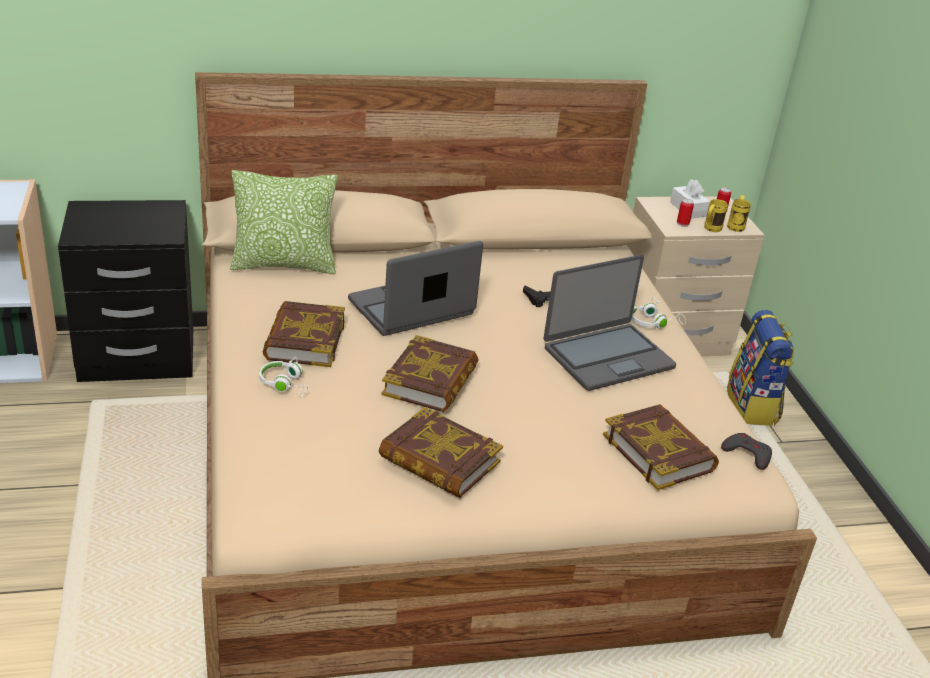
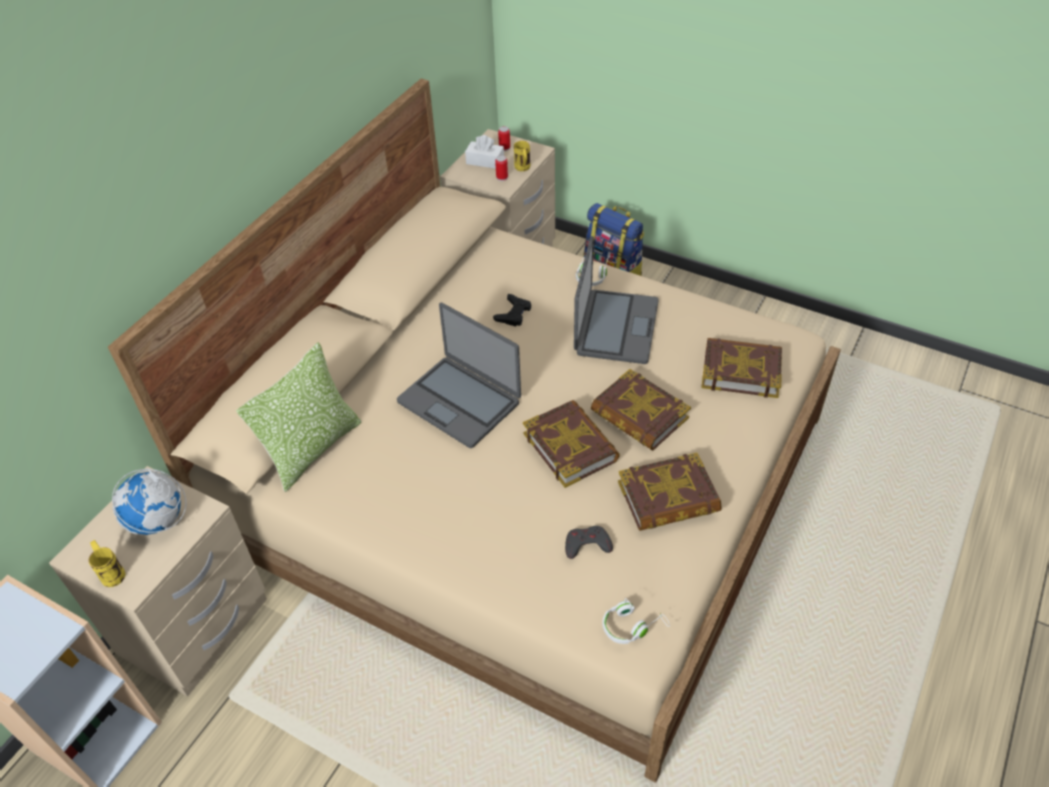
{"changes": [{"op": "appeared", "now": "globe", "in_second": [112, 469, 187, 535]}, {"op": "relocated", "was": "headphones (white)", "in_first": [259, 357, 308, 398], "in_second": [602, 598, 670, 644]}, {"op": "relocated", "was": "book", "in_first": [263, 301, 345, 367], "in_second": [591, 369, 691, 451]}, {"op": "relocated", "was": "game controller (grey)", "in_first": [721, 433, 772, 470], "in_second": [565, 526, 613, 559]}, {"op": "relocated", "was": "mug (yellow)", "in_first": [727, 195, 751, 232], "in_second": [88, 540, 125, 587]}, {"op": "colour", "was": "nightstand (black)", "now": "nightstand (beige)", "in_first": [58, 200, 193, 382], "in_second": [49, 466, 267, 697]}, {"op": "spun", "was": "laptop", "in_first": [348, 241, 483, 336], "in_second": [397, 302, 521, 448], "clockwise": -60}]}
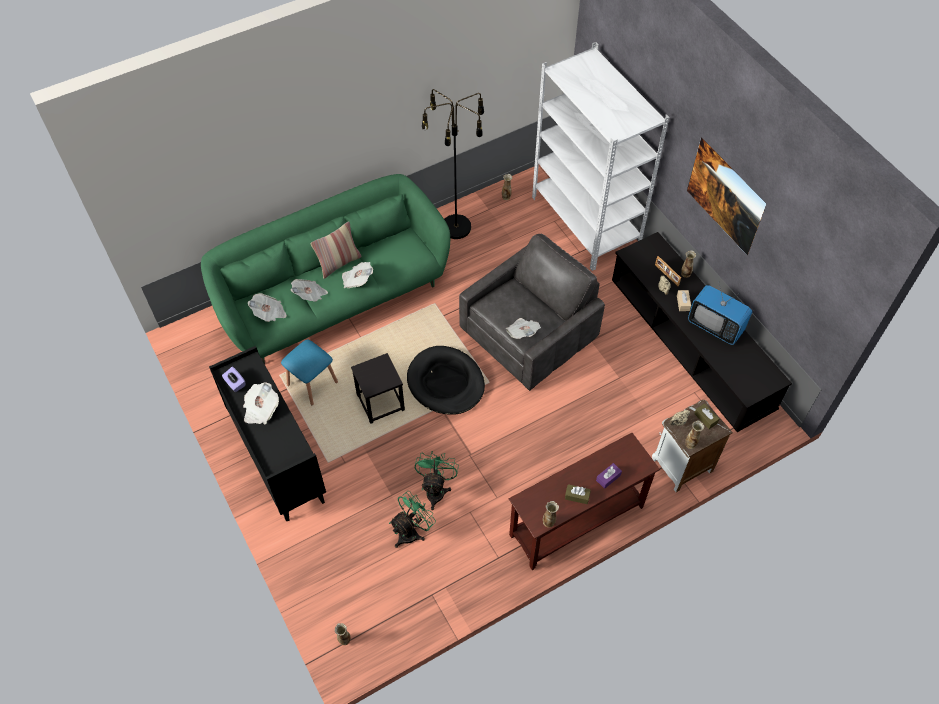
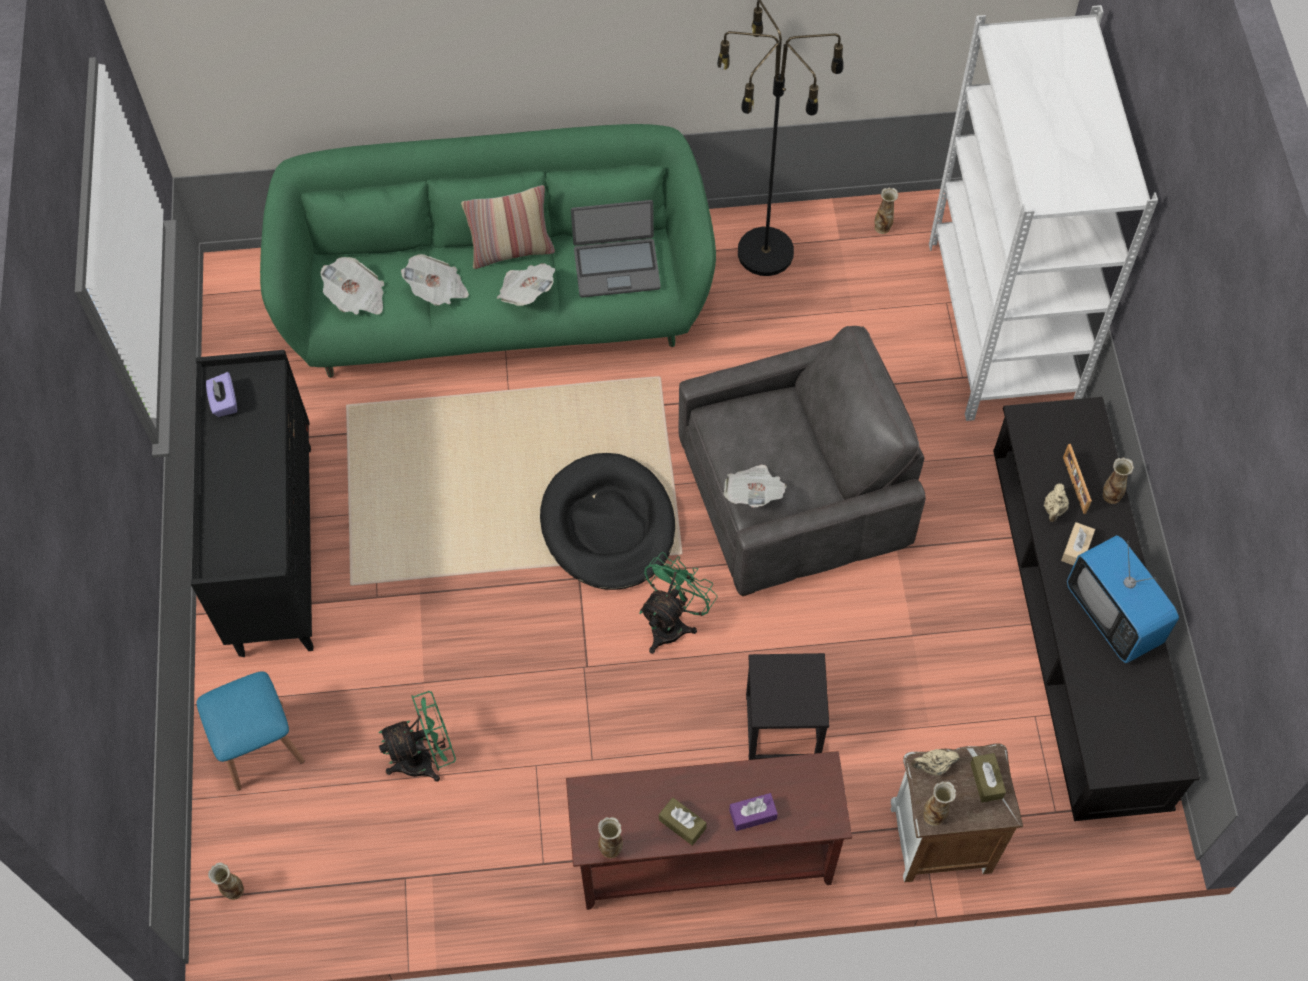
{"changes": [{"op": "missing", "was": "newspaper", "in_first": [243, 382, 279, 425]}, {"op": "missing", "was": "picture", "in_first": [687, 137, 767, 256]}, {"op": "appeared", "now": "laptop", "in_second": [571, 200, 661, 298]}, {"op": "relocated", "was": "stool (blue)", "in_first": [281, 340, 338, 405], "in_second": [197, 671, 305, 790]}, {"op": "relocated", "was": "stool (black)", "in_first": [351, 353, 405, 424], "in_second": [746, 653, 829, 760]}, {"op": "relocated", "was": "fan (green)", "in_first": [415, 451, 459, 510], "in_second": [640, 552, 717, 654]}]}
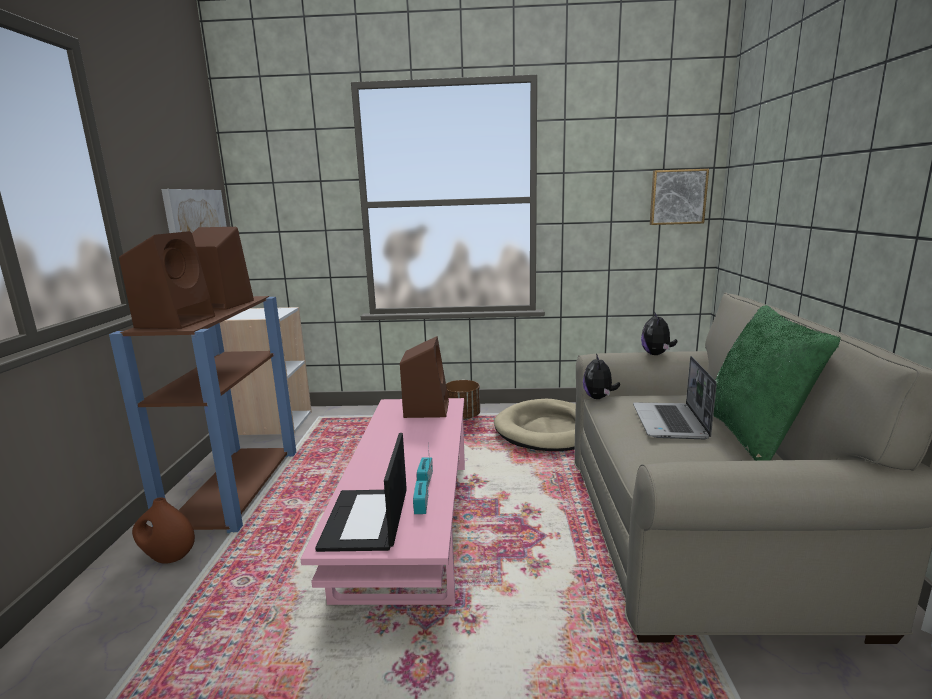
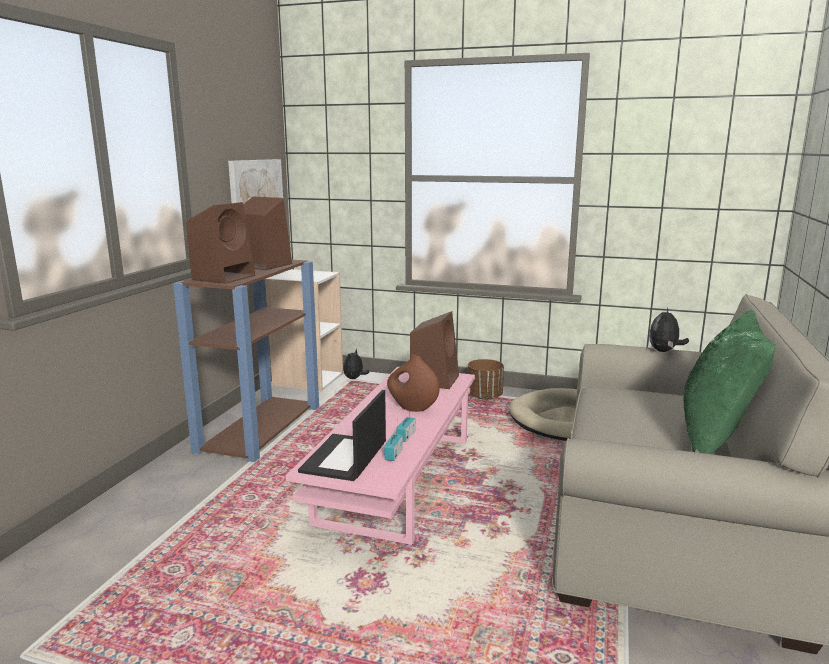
{"changes": [{"op": "missing", "was": "laptop", "in_first": [633, 356, 717, 439]}, {"op": "missing", "was": "picture", "in_first": [650, 169, 709, 225]}, {"op": "relocated", "was": "vase (brown)", "in_first": [132, 497, 195, 564], "in_second": [387, 354, 440, 412]}, {"op": "relocated", "was": "plush toy", "in_first": [583, 353, 620, 399], "in_second": [343, 349, 369, 379]}]}
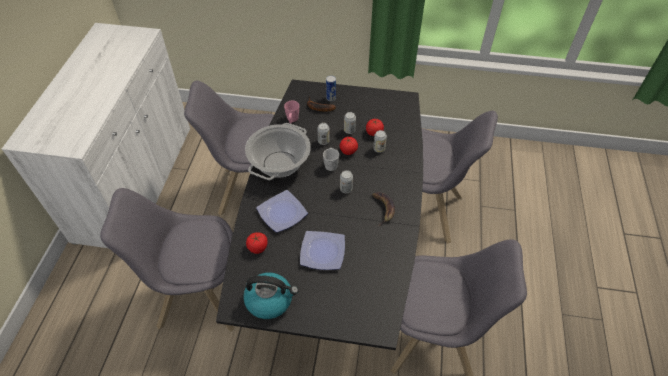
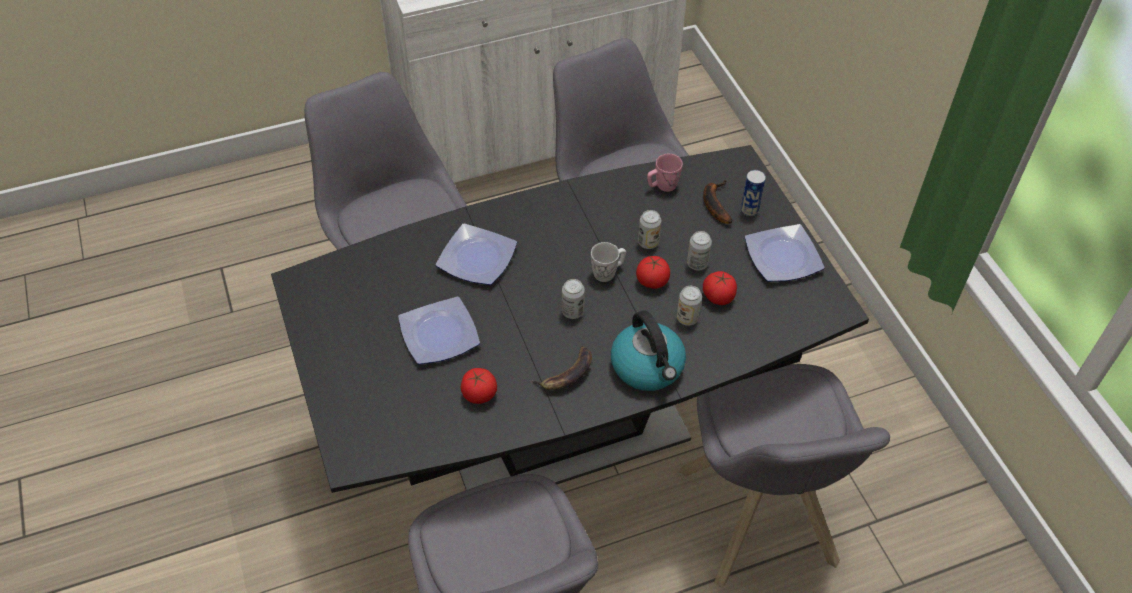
{"changes": [{"op": "missing", "was": "cooking pot", "in_first": [245, 123, 311, 180]}, {"op": "appeared", "now": "plate", "in_second": [745, 224, 825, 282]}, {"op": "relocated", "was": "kettle", "in_first": [243, 272, 298, 319], "in_second": [611, 310, 686, 391]}, {"op": "relocated", "was": "tomato", "in_first": [246, 232, 267, 254], "in_second": [461, 368, 497, 404]}]}
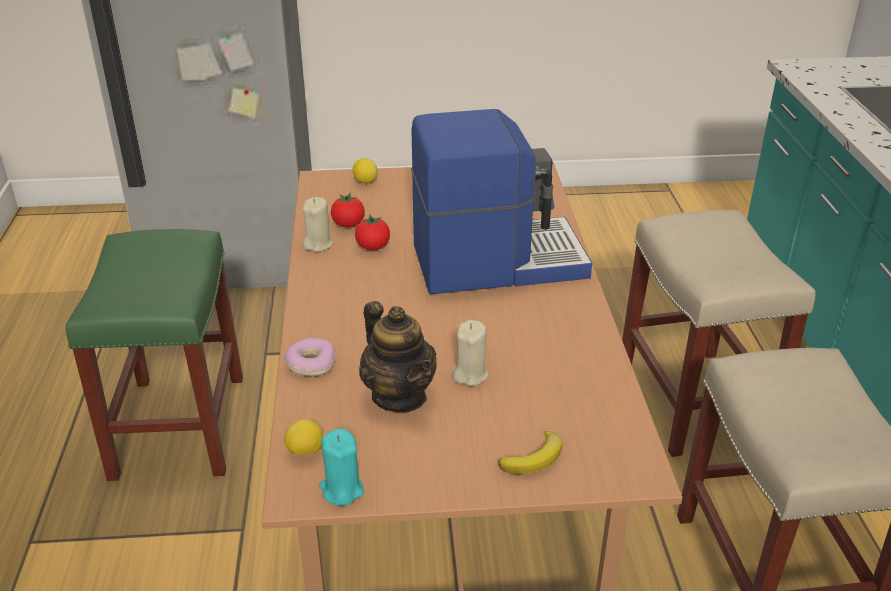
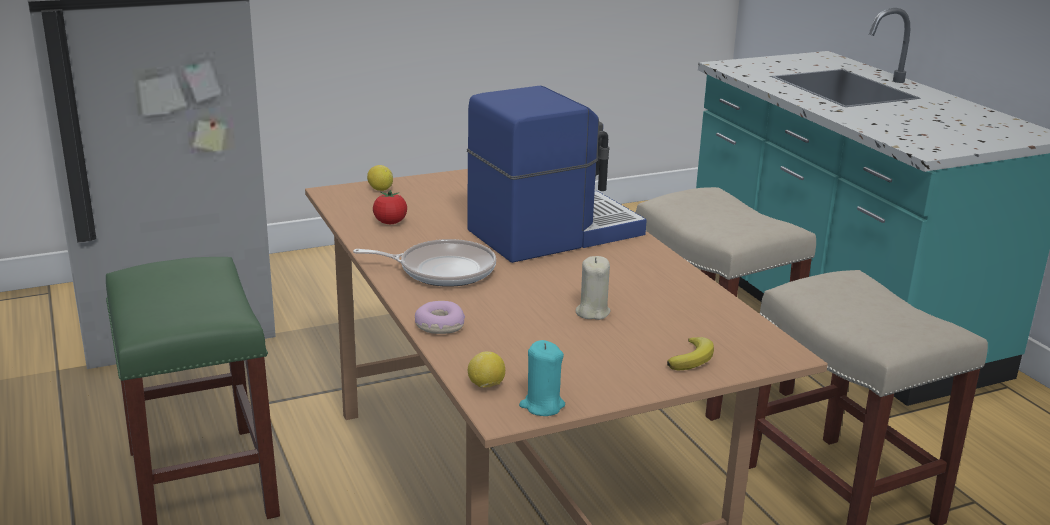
{"changes": [{"op": "missing", "was": "candle (beige)", "in_first": [302, 197, 333, 252]}, {"op": "missing", "was": "tomato", "in_first": [355, 214, 390, 250]}, {"op": "missing", "was": "teapot", "in_first": [359, 301, 437, 412]}, {"op": "appeared", "now": "frying pan", "in_second": [353, 239, 496, 287]}]}
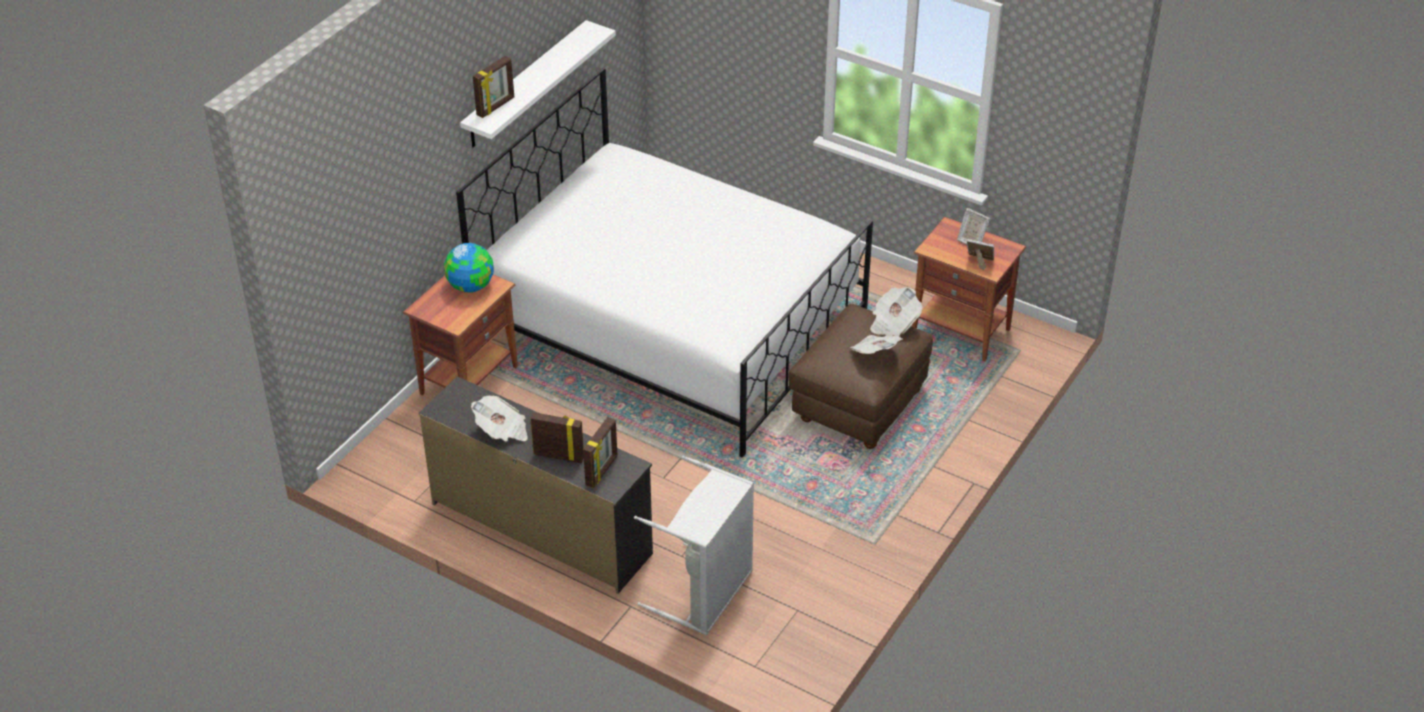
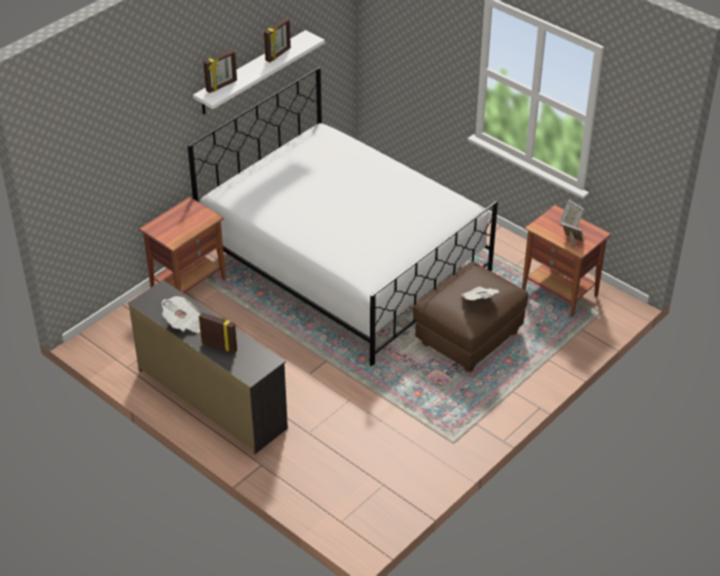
{"changes": [{"op": "missing", "was": "globe", "in_first": [444, 243, 494, 293]}, {"op": "missing", "was": "laundry basket (grey)", "in_first": [634, 456, 754, 635]}, {"op": "missing", "was": "newspaper", "in_first": [870, 287, 922, 337]}, {"op": "relocated", "was": "picture frame", "in_first": [583, 417, 618, 488], "in_second": [264, 18, 291, 62]}]}
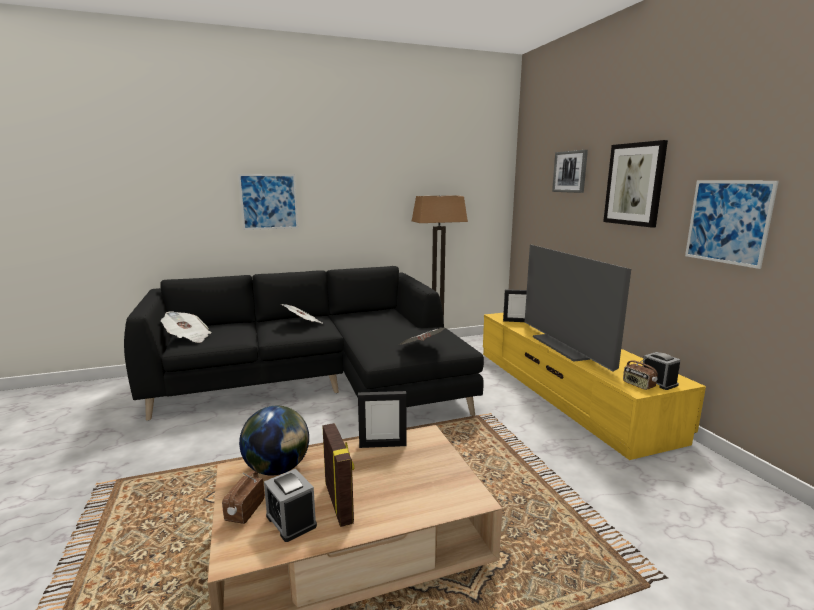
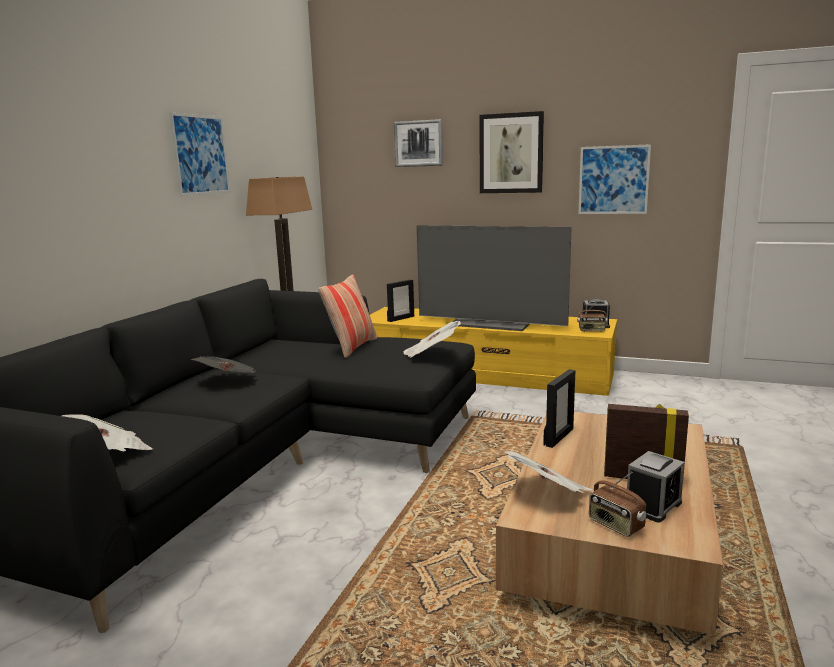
{"changes": [{"op": "appeared", "now": "pillow", "in_second": [318, 274, 378, 358]}, {"op": "relocated", "was": "picture", "in_first": [238, 174, 298, 230], "in_second": [169, 112, 230, 196]}, {"op": "exchanged", "was": "globe", "now": "newspaper", "in_first": [239, 406, 309, 475], "in_second": [505, 451, 592, 493]}, {"op": "spun", "was": "alarm clock", "in_first": [264, 469, 317, 542], "in_second": [627, 451, 685, 522], "clockwise": -45}]}
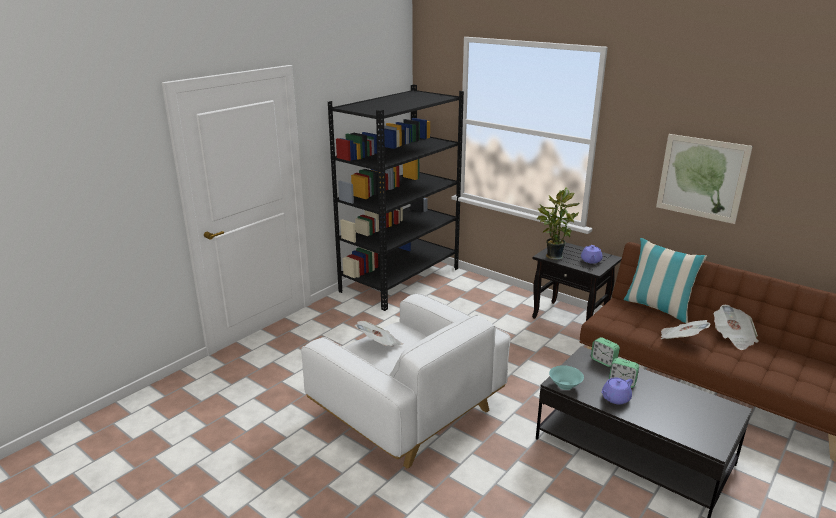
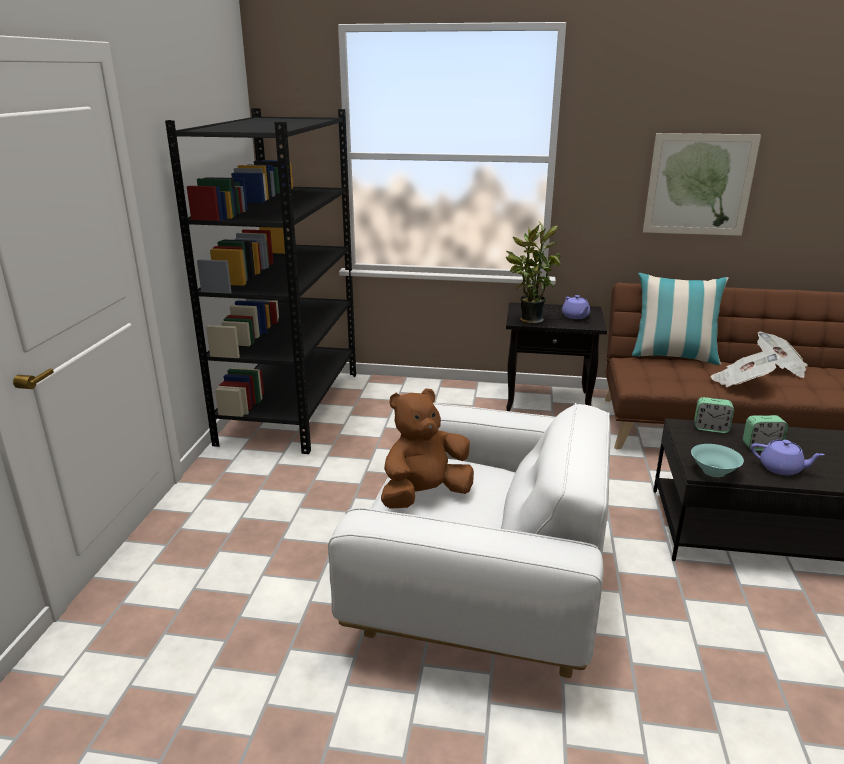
{"changes": [{"op": "exchanged", "was": "newspaper", "now": "plush toy (brown)", "in_first": [354, 321, 403, 346], "in_second": [381, 388, 474, 509]}, {"op": "spun", "was": "teapot (purple)", "in_first": [601, 378, 633, 404], "in_second": [751, 440, 825, 475], "clockwise": -90}]}
